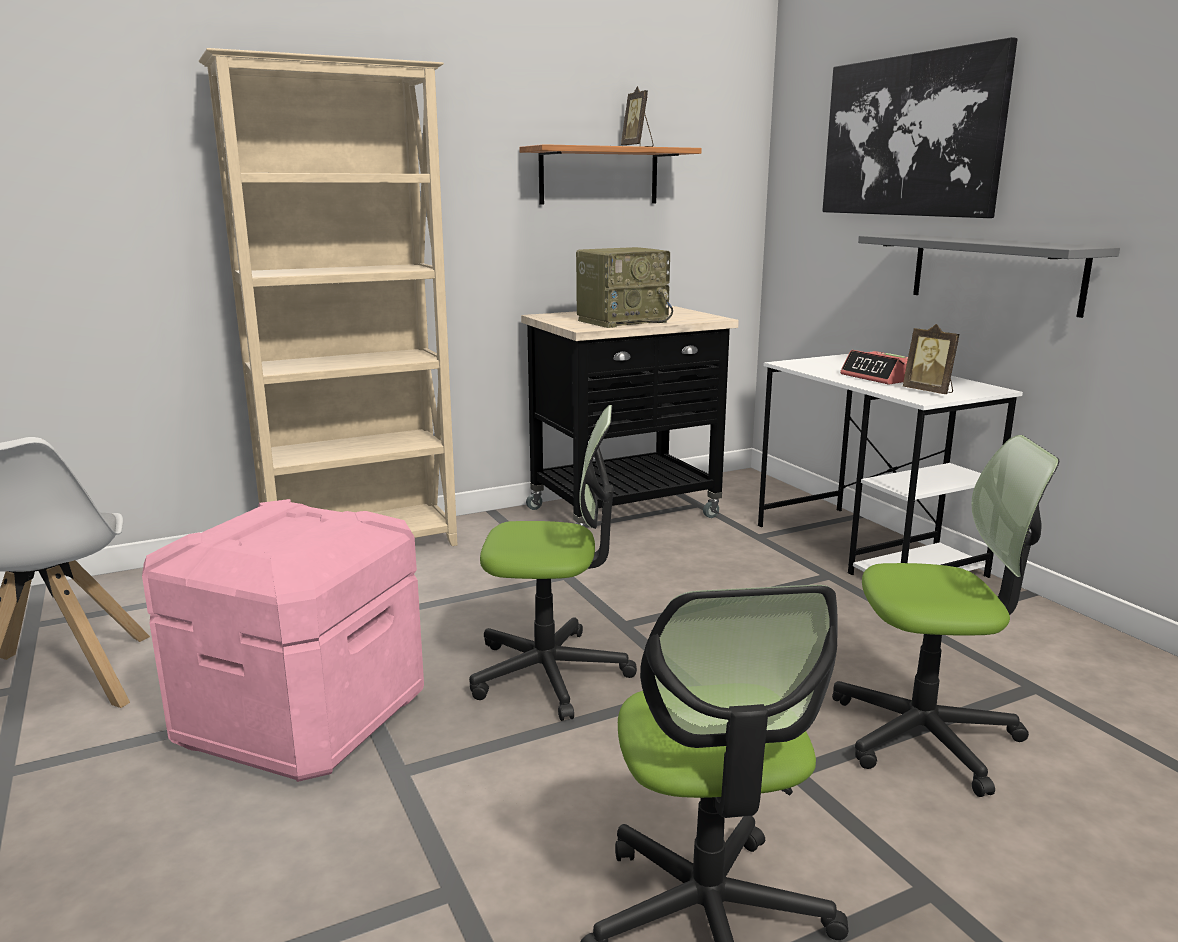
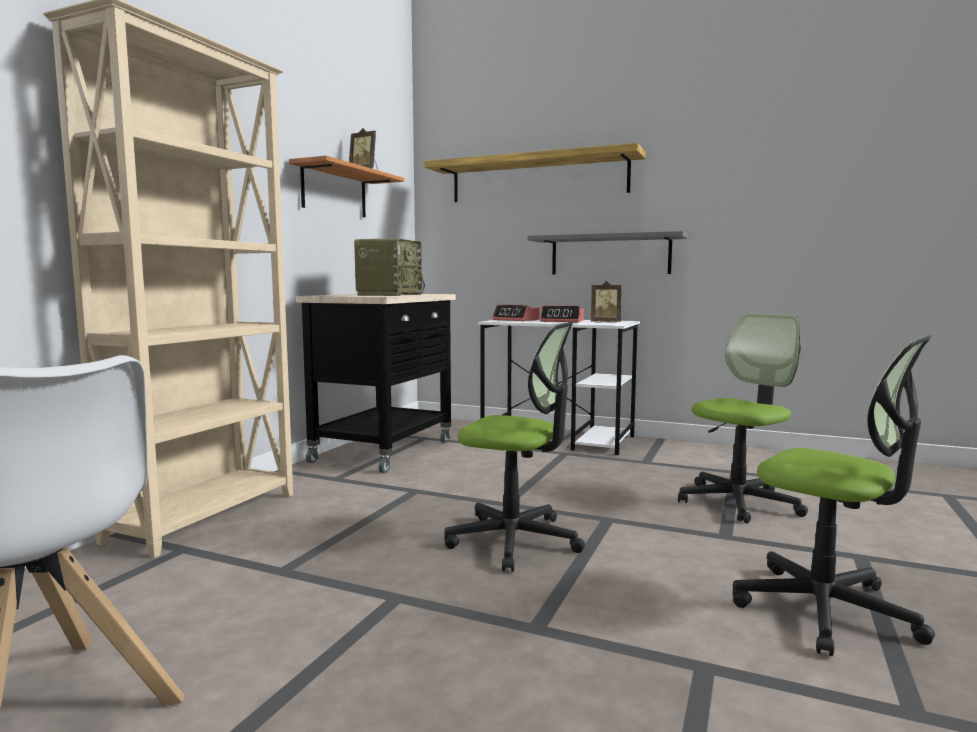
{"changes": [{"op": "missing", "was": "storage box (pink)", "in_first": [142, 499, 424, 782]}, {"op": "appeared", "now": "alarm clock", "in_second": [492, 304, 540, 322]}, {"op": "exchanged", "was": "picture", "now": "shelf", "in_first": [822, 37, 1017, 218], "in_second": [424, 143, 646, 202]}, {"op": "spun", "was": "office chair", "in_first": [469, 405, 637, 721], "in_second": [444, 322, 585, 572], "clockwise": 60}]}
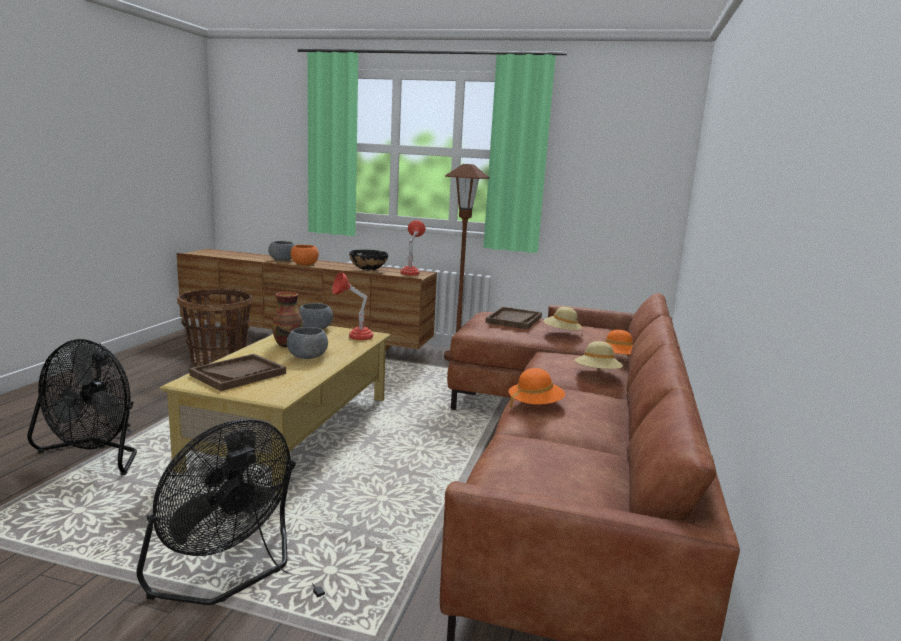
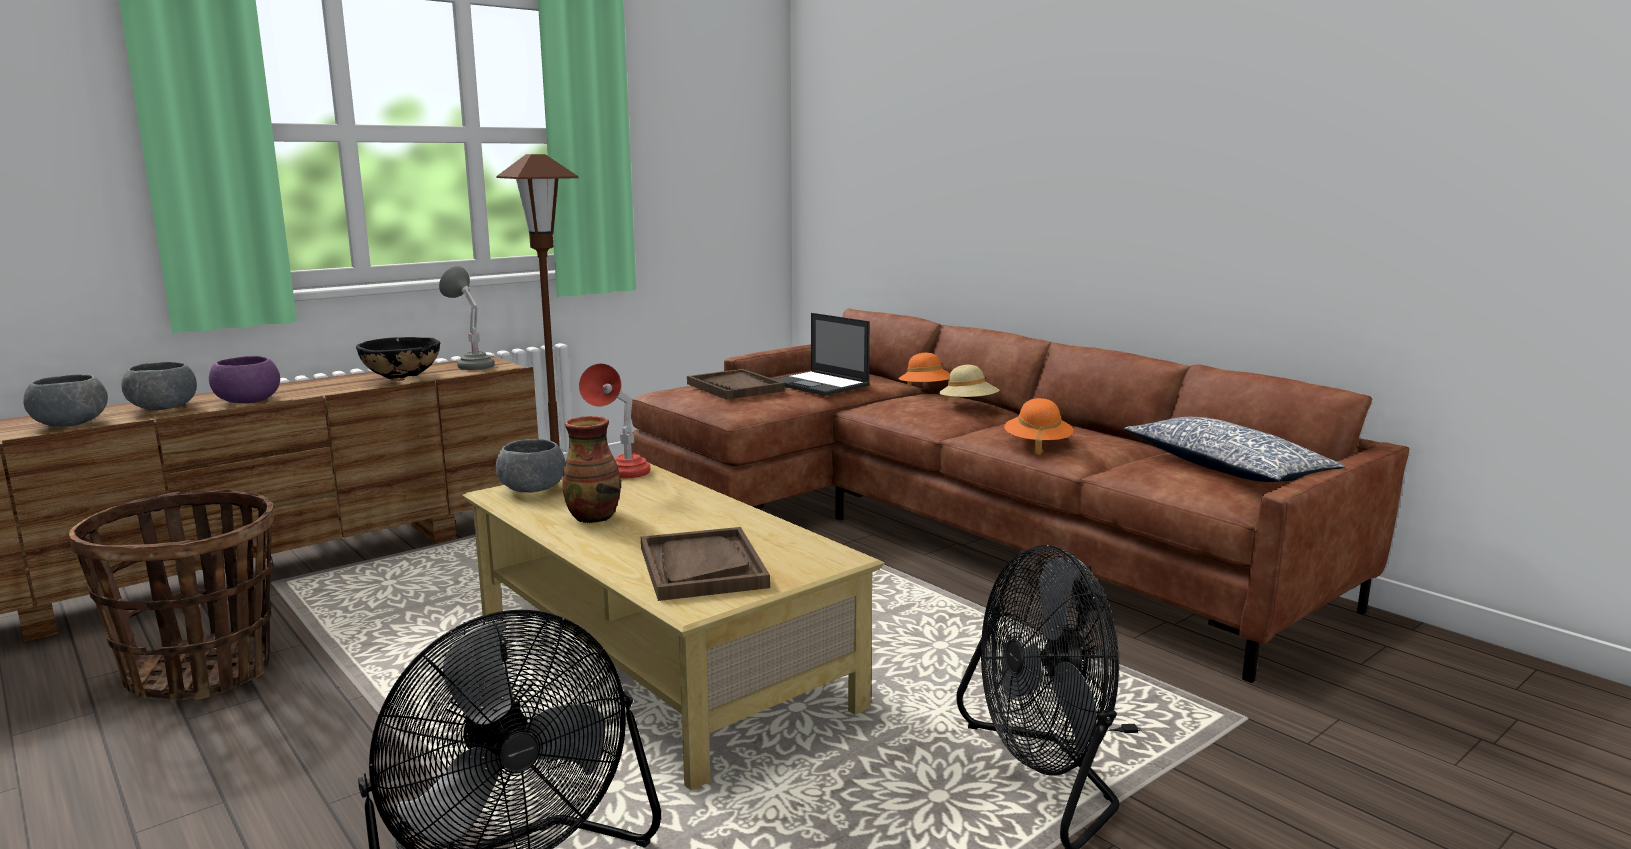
{"changes": [{"op": "appeared", "now": "pillow", "in_second": [1124, 417, 1345, 482]}, {"op": "relocated", "was": "bowl (grey)", "in_first": [287, 327, 328, 359], "in_second": [23, 374, 108, 427]}, {"op": "exchanged", "was": "hat (beige)", "now": "laptop", "in_first": [543, 307, 583, 336], "in_second": [774, 313, 870, 396]}, {"op": "colour", "was": "bowl (orange)", "now": "bowl (purple)", "in_first": [291, 245, 319, 265], "in_second": [209, 356, 280, 403]}, {"op": "colour", "was": "table lamp (red)", "now": "table lamp (grey)", "in_first": [400, 220, 426, 275], "in_second": [439, 266, 495, 370]}]}
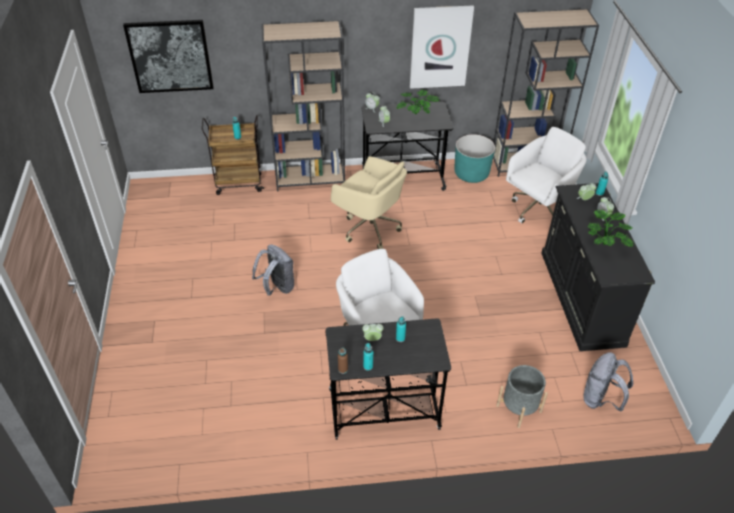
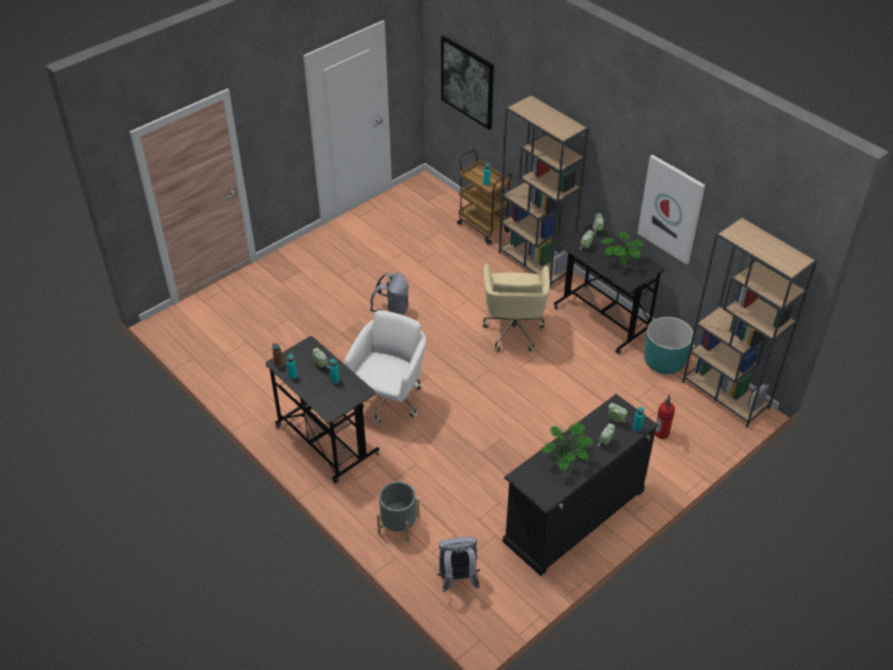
{"changes": [{"op": "exchanged", "was": "office chair (white)", "now": "fire extinguisher", "in_first": [506, 127, 587, 223], "in_second": [655, 395, 675, 439]}]}
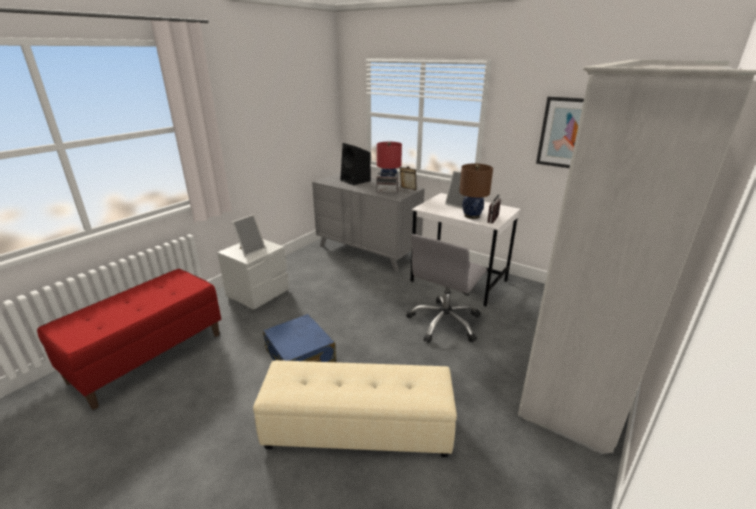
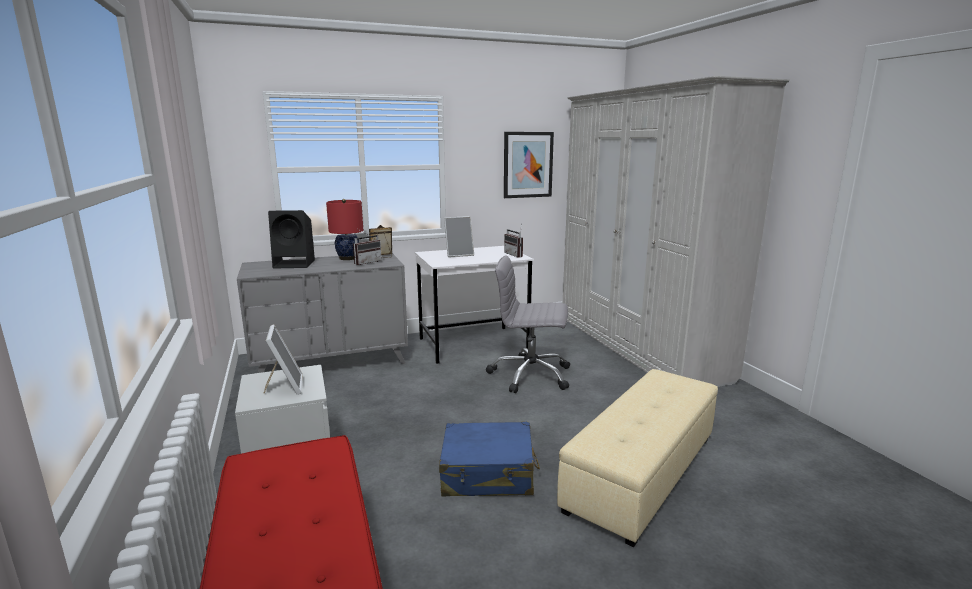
{"changes": [{"op": "missing", "was": "table lamp (brown)", "in_first": [459, 163, 493, 219]}, {"op": "spun", "was": "office chair (grey)", "in_first": [406, 234, 487, 343], "in_second": [486, 256, 570, 393], "clockwise": 120}]}
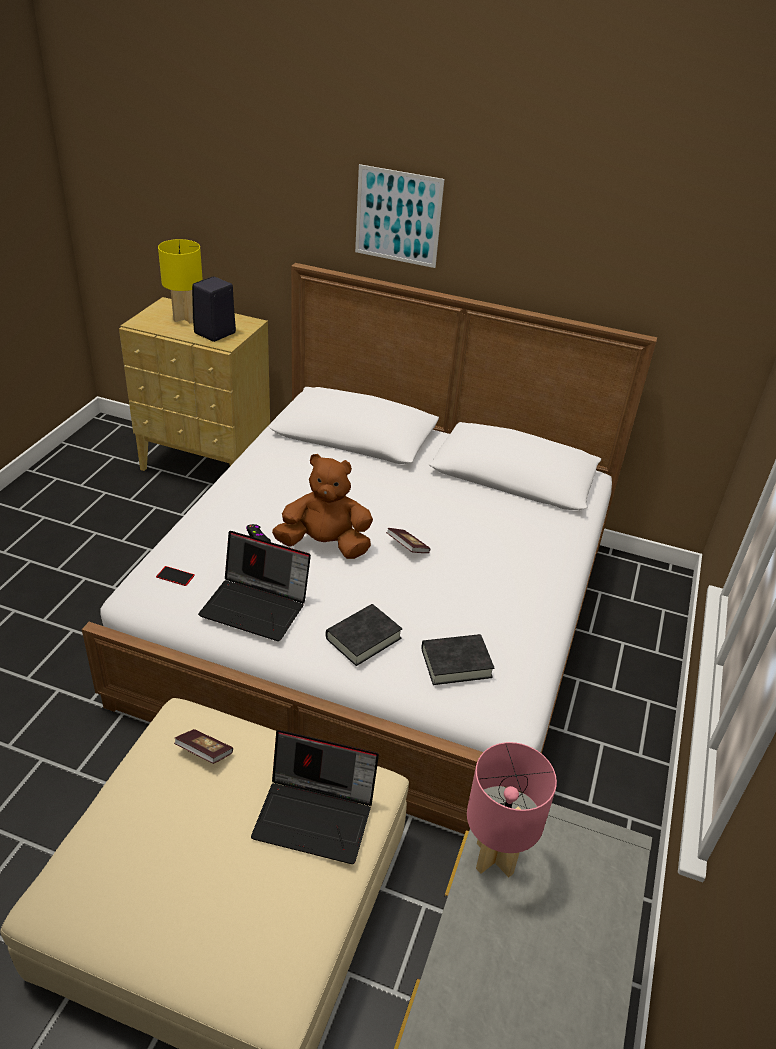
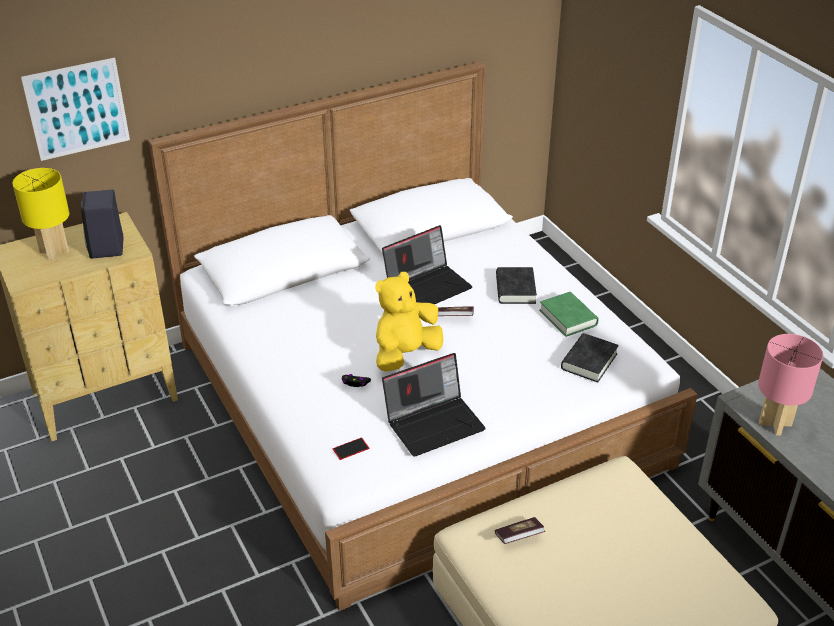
{"changes": [{"op": "appeared", "now": "book (green)", "in_second": [539, 292, 599, 337]}, {"op": "relocated", "was": "laptop", "in_first": [251, 730, 379, 864], "in_second": [382, 225, 472, 304]}, {"op": "relocated", "was": "book (black)", "in_first": [326, 604, 402, 666], "in_second": [496, 267, 537, 304]}, {"op": "relocated", "was": "picture", "in_first": [355, 164, 444, 268], "in_second": [21, 58, 130, 161]}, {"op": "colour", "was": "plush toy (brown)", "now": "plush toy (yellow)", "in_first": [272, 454, 373, 559], "in_second": [375, 272, 443, 372]}]}
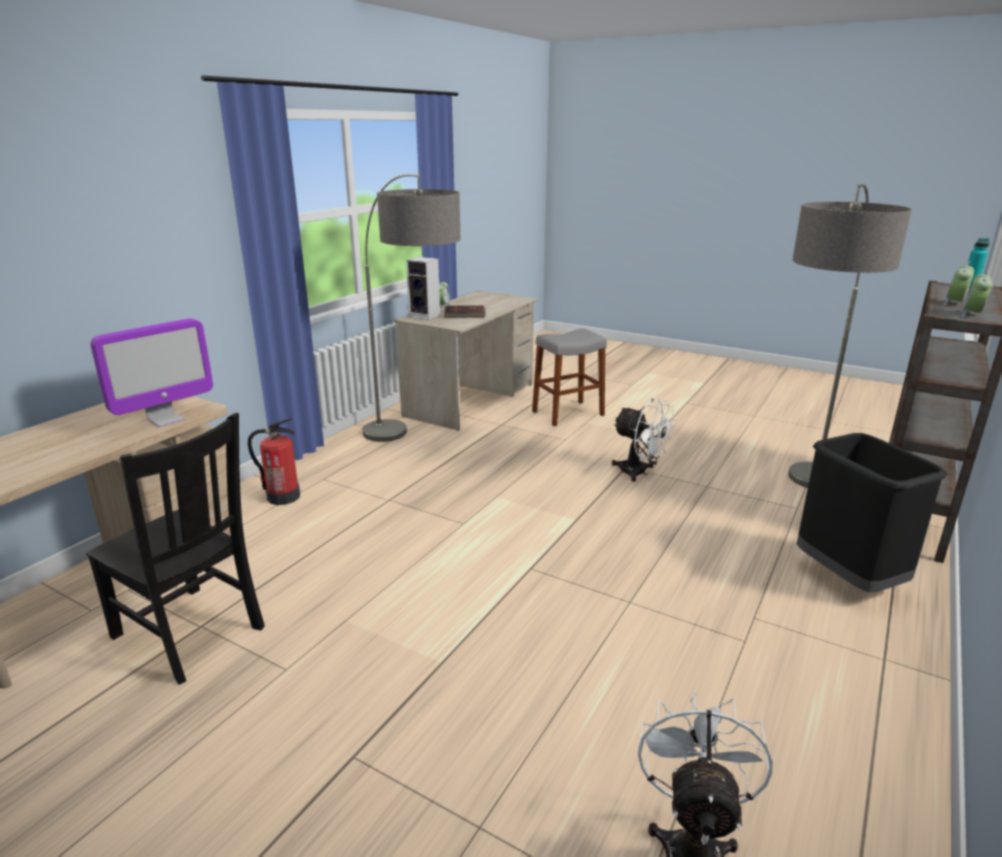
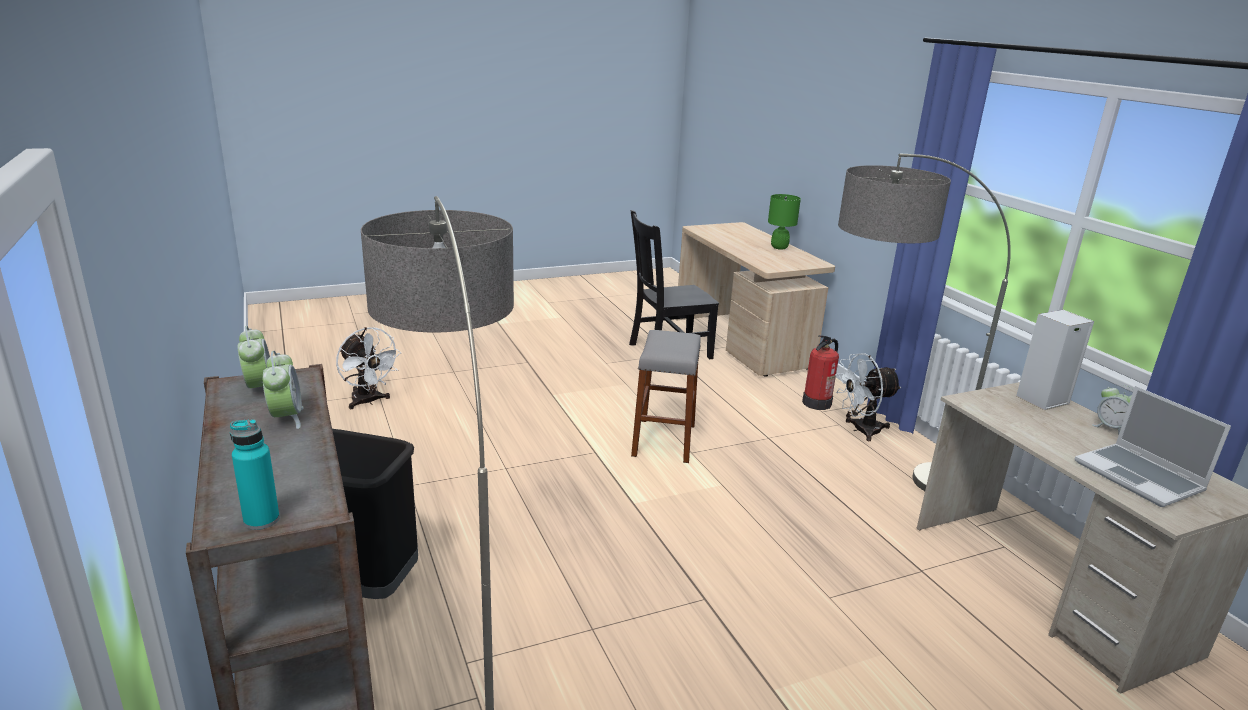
{"changes": [{"op": "missing", "was": "monitor", "in_first": [90, 318, 213, 427]}, {"op": "missing", "was": "book (brown)", "in_first": [444, 305, 486, 318]}, {"op": "appeared", "now": "table lamp (green)", "in_second": [768, 194, 801, 250]}, {"op": "appeared", "now": "laptop", "in_second": [1075, 386, 1231, 507]}, {"op": "relocated", "was": "stool (grey)", "in_first": [532, 329, 607, 426], "in_second": [631, 330, 701, 463]}, {"op": "relocated", "was": "fan (white)", "in_first": [612, 398, 676, 482], "in_second": [835, 353, 902, 441]}]}
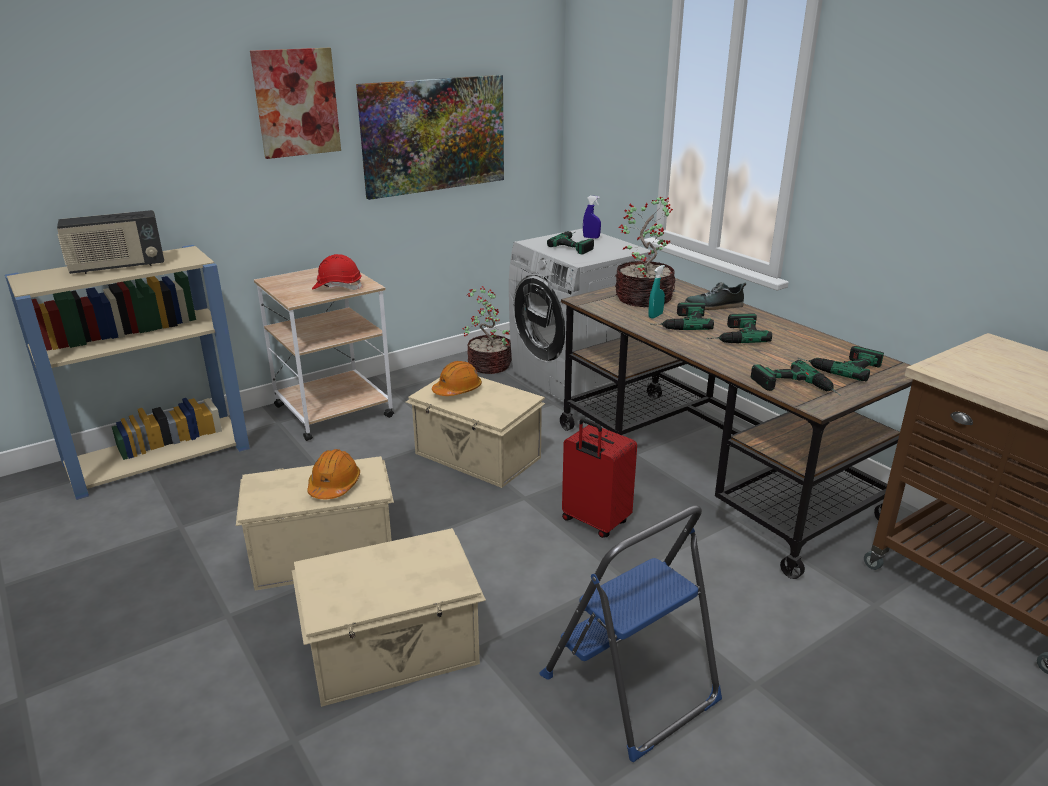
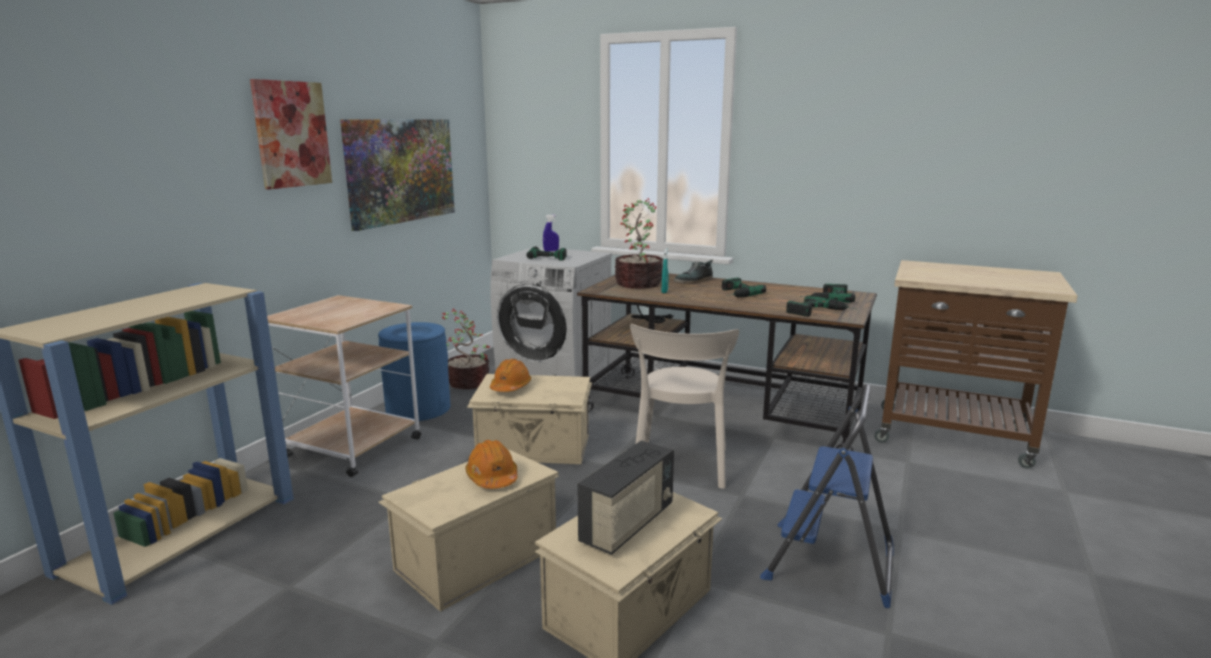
{"changes": [{"op": "missing", "was": "hard hat (red)", "in_first": [312, 254, 363, 290]}, {"op": "missing", "was": "power drill", "in_first": [650, 303, 714, 330]}, {"op": "appeared", "now": "trash can (blue)", "in_second": [378, 322, 450, 421]}, {"op": "relocated", "was": "radio", "in_first": [57, 210, 164, 274], "in_second": [577, 441, 674, 555]}, {"op": "exchanged", "was": "suitcase (red)", "now": "chair (beige)", "in_first": [562, 418, 637, 538], "in_second": [630, 324, 739, 489]}]}
